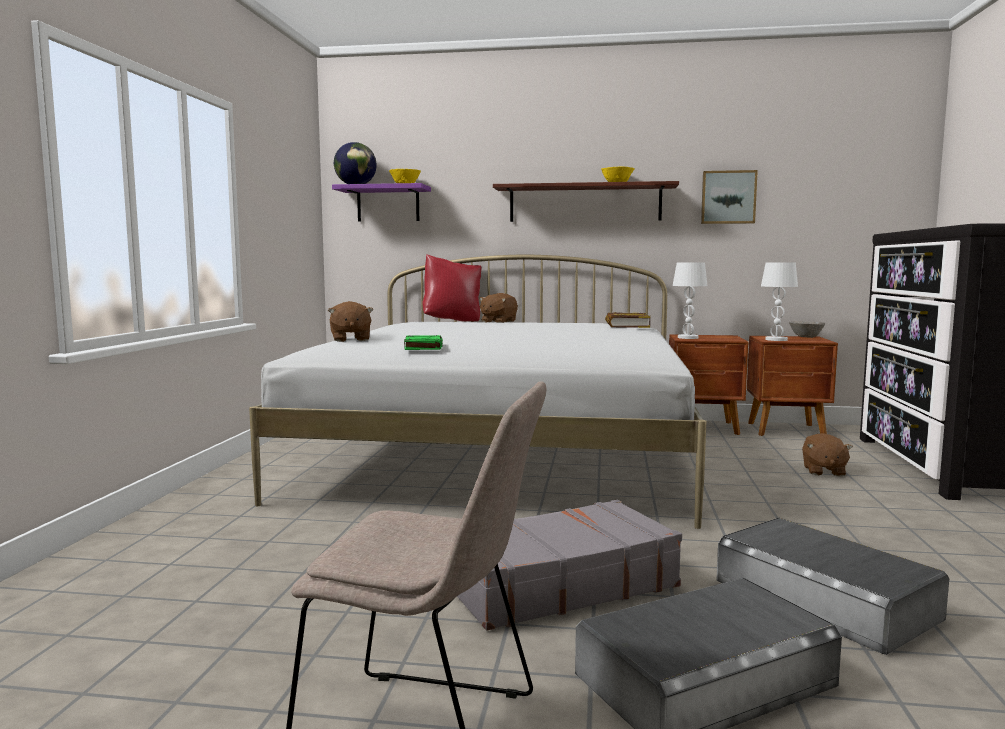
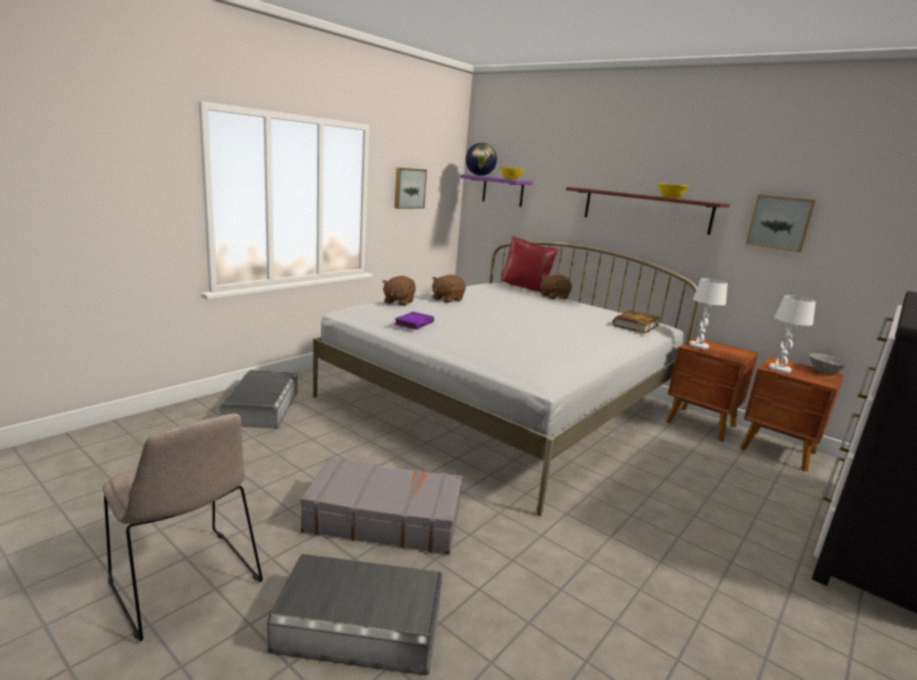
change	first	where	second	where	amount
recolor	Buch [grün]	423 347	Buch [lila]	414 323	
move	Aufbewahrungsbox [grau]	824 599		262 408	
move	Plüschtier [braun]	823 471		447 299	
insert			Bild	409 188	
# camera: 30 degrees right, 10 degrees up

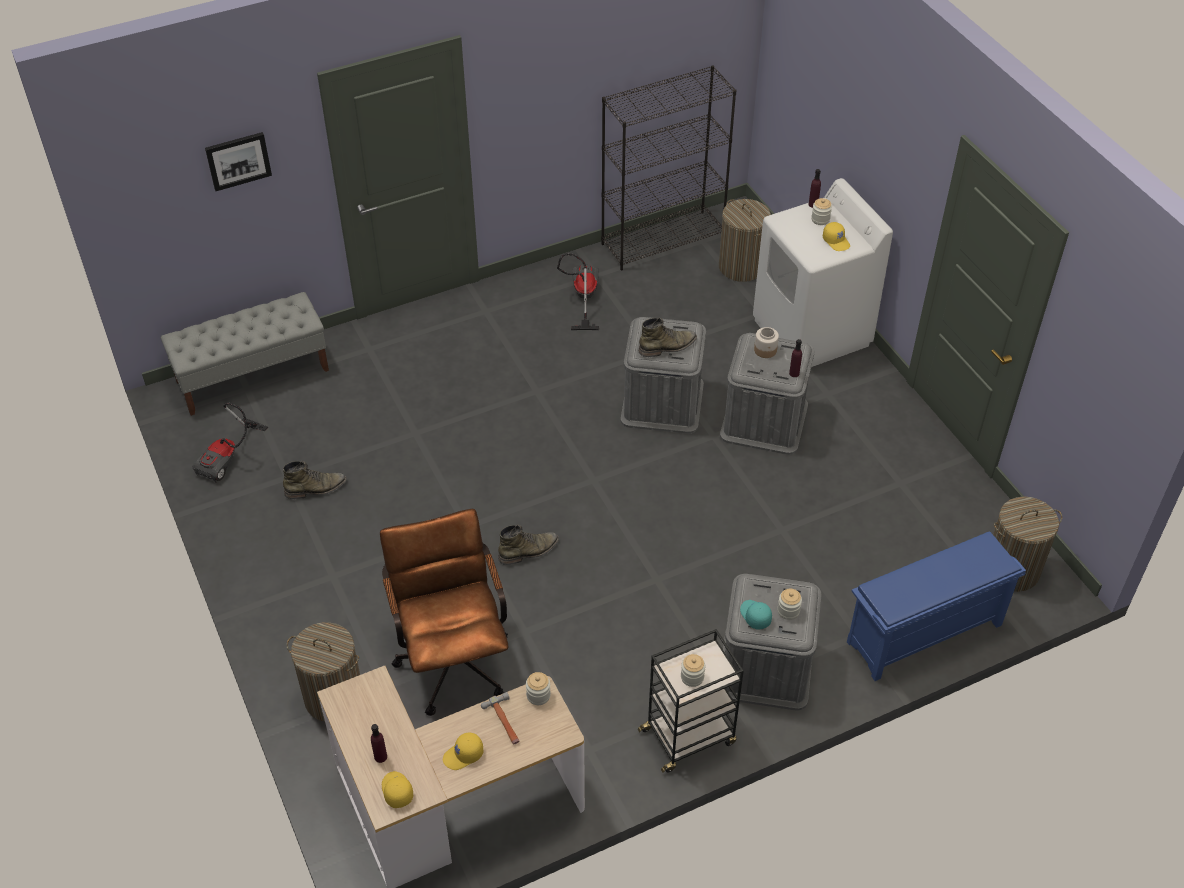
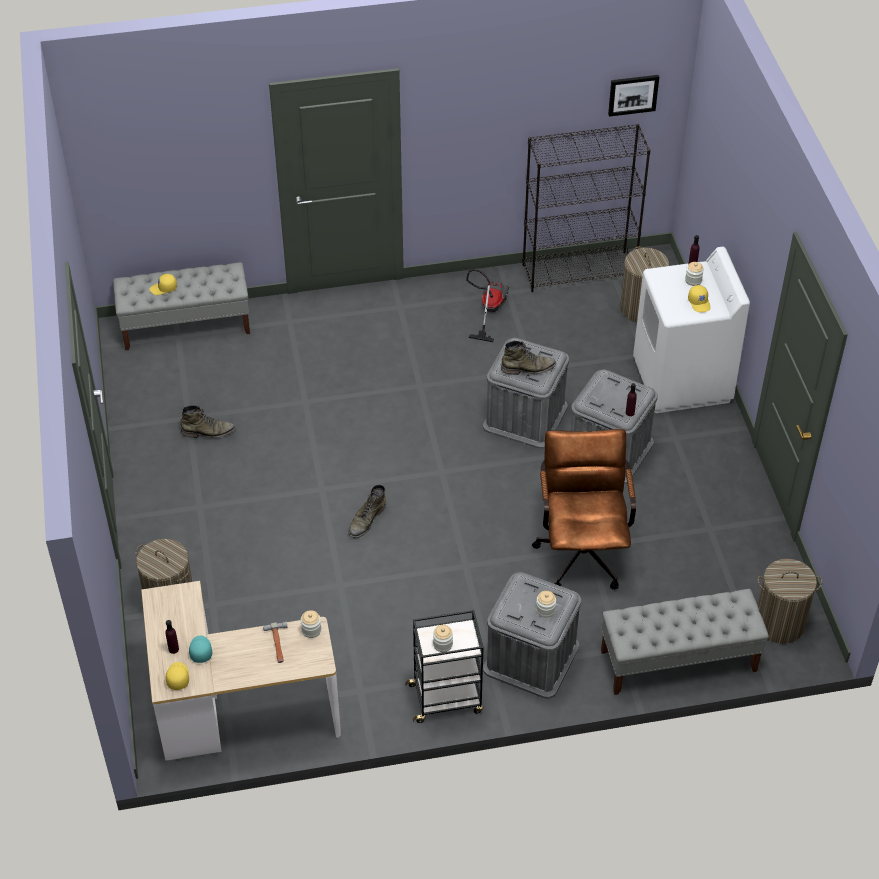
change	first	where	second	where	amount
delete	Staubsauger	229 458			
move	Bild	238 160		633 94	
move	Bürostuhl [braun]	452 656		582 549	
move	Kappe [gelb]	463 755		163 288	
rotate	Stiefel [grün]	529 551		366 520	135 degrees clockwise
move	Kappe [türkis]	754 616		200 650	
delete	Vorratsglas	765 350			
replace	Schuhregal [blau]	923 635	Bank [grau]	678 661	
# camera: 15 degrees right, 0 degrees up

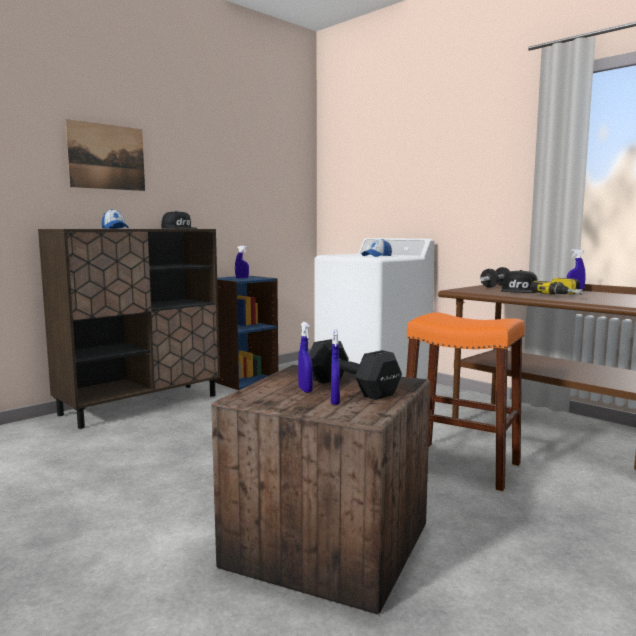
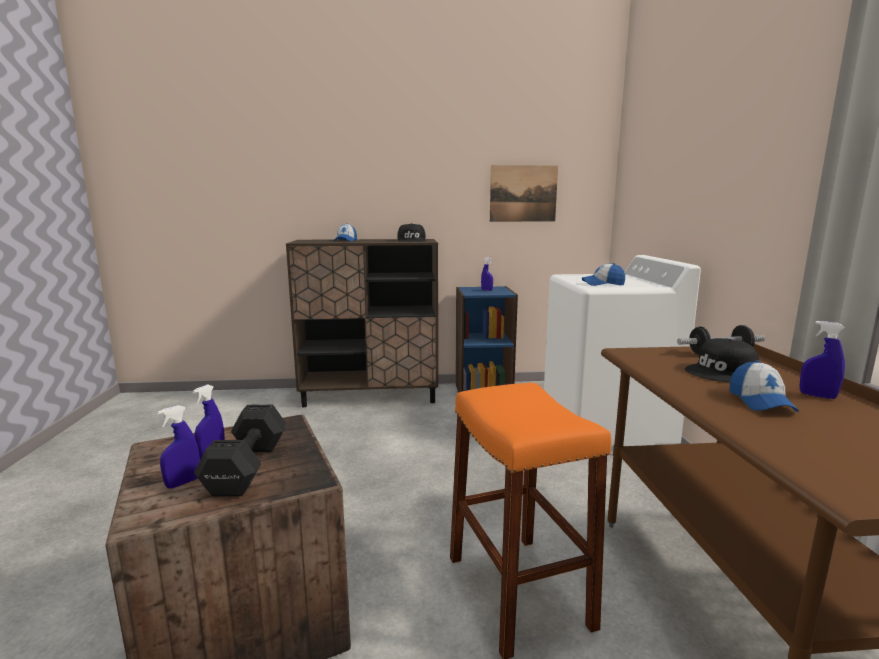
change	first	where	second	where	amount
move	Bild	107 157		523 193	
replace	Bohrmaschine	565 295	Kappe	760 401	
# camera: 40 degrees right, 5 degrees up

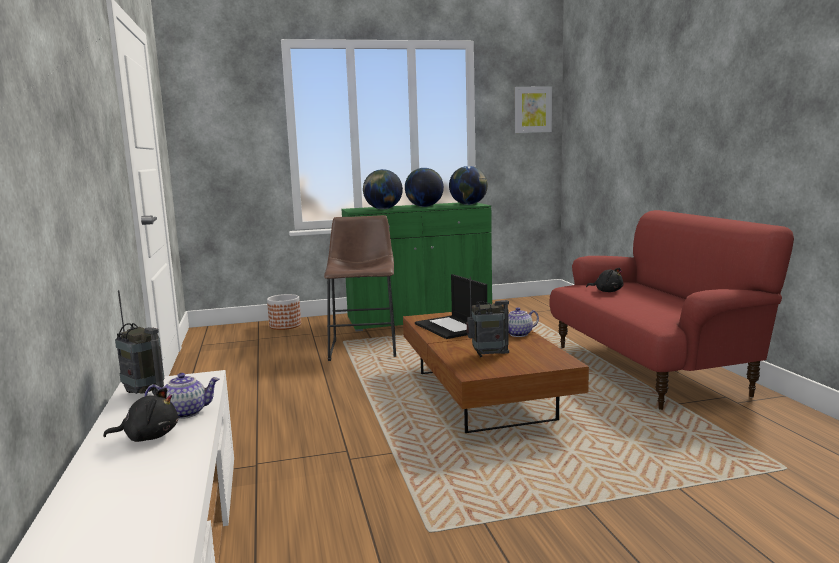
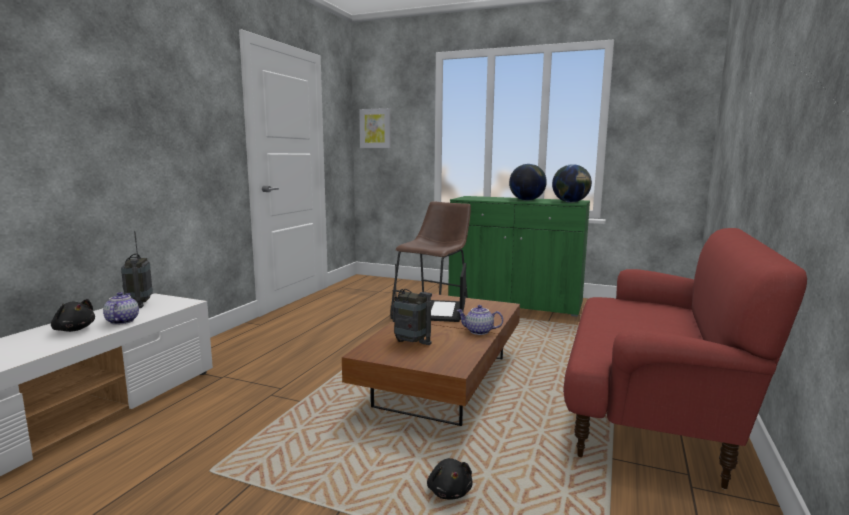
change	first	where	second	where	amount
rotate	Teekanne	185 413		121 321	120 degrees counterclockwise
delete	Pflanzkübel	285 325			
delete	Globus	383 209			
move	Bild	532 109		375 128	
move	Plüschtier [schwarz]	607 291		449 491	
# camera: 35 degrees right, 0 degrees up

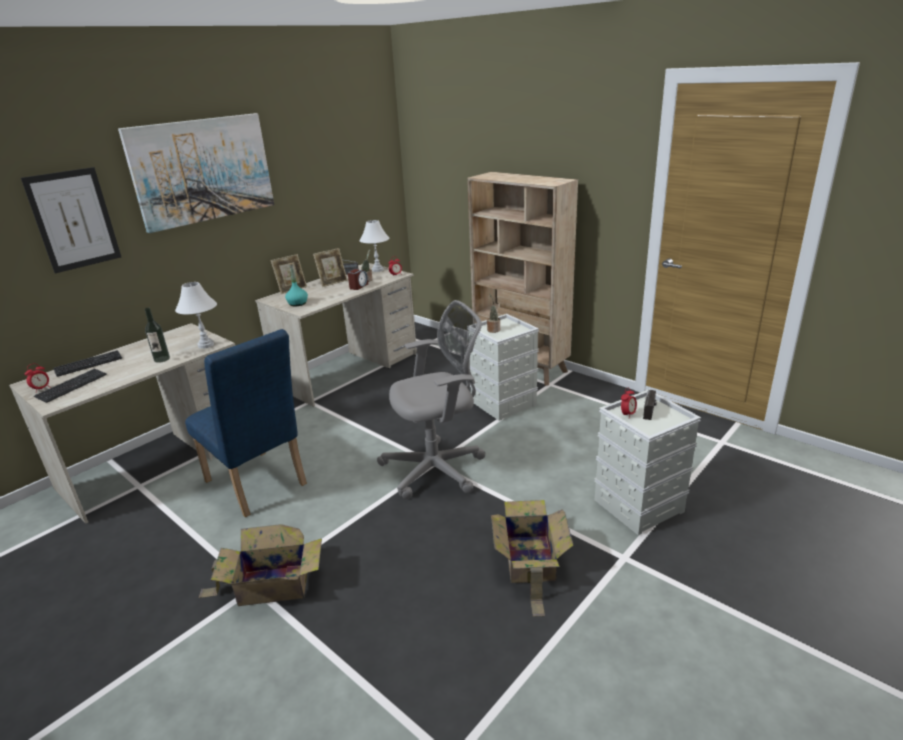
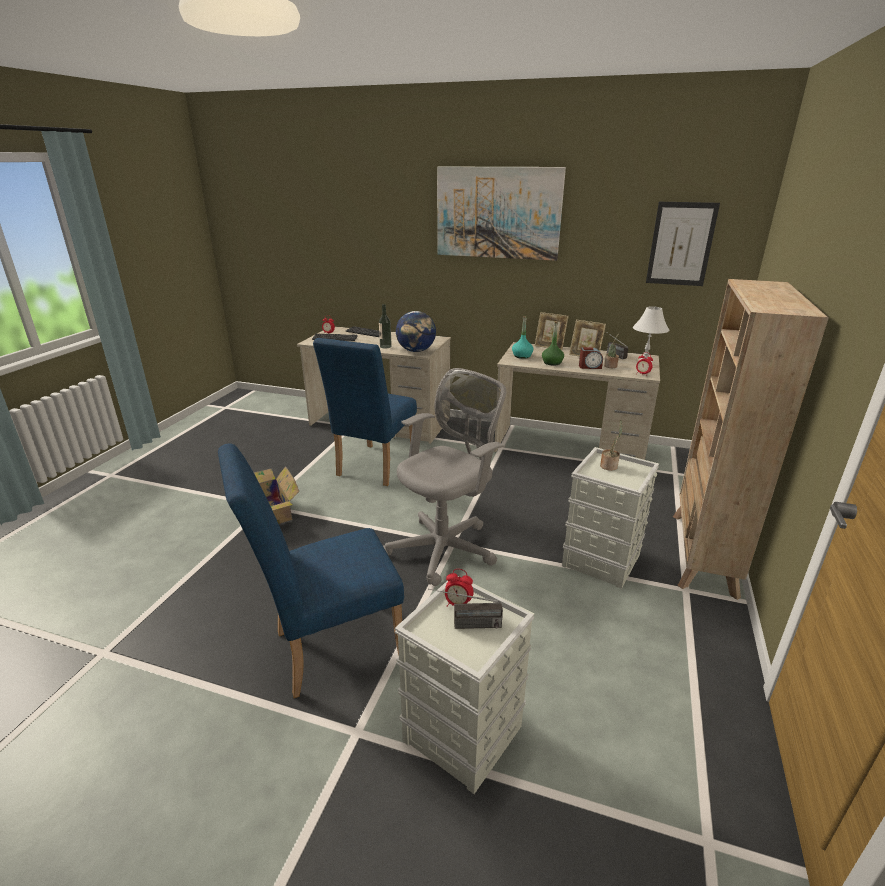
change	first	where	second	where	amount
move	Bild	74 220		681 244	
replace	Tischlampe [weiß]	205 345	Globus	416 351	
rotate	Bürostuhl [grau]	438 469		445 548	90 degrees counterclockwise
replace	Karton	529 561	Stuhl [blau]	328 647	
insert			Flasche [grün]	552 363	
# camera: 65 degrees right, 0 degrees up

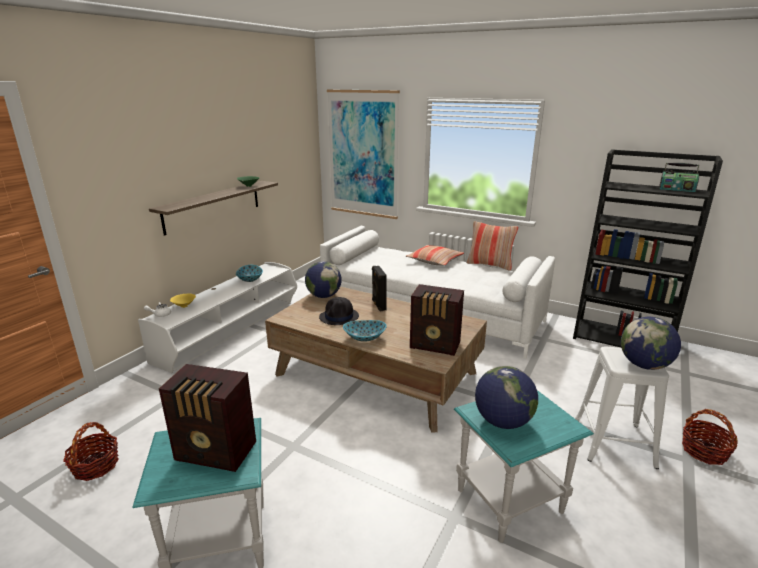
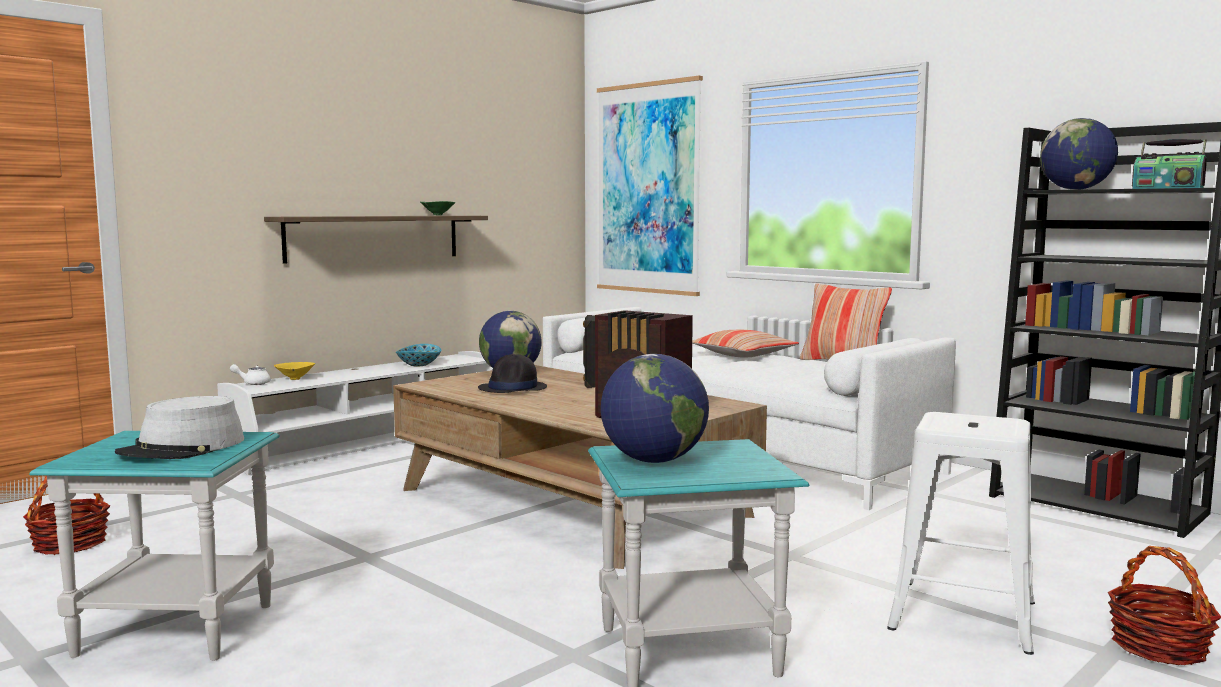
change	first	where	second	where	amount
replace	Radio	216 453	Hut [grau]	183 448	
delete	Schüssel	364 338			
move	Globus	644 365		1076 189	
# camera: 15 degrees right, 15 degrees down

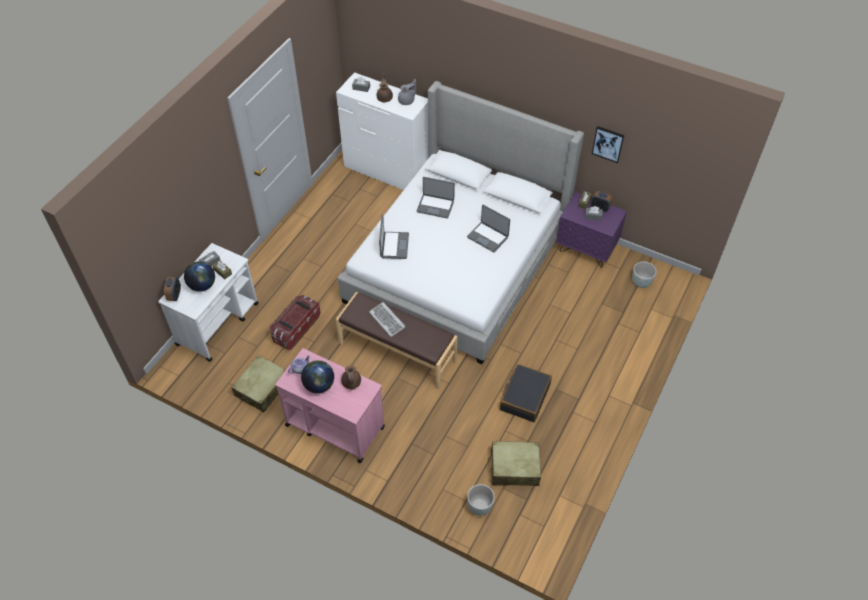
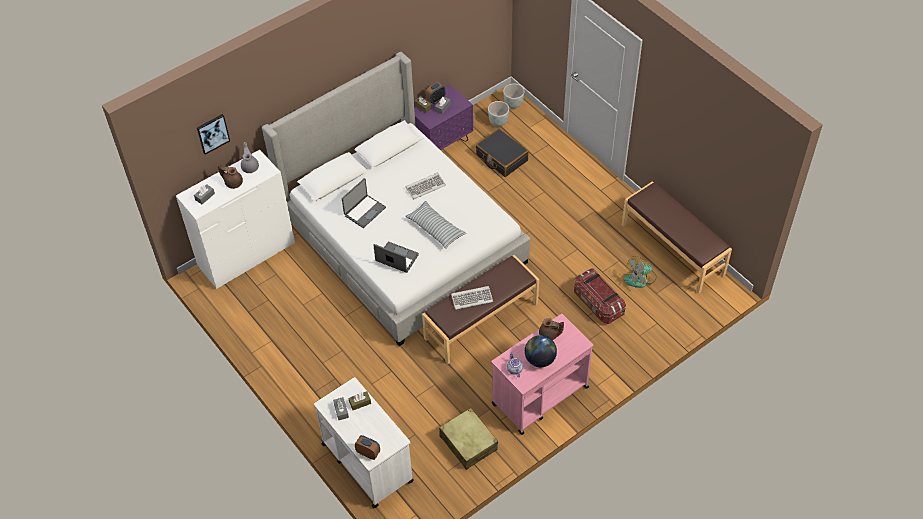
change	first	where	second	where	amount
delete	Globus	202 285			
move	Aufbewahrungsbox	296 329		597 304	
replace	Laptop	488 237	Tastatur	425 186	
move	Pflanzkübel [grau]	480 507		513 104	
replace	Koffer [beige]	514 468	Ventilator	640 279	
move	Koffer [schwarz]	524 397		501 158	
move	Bild	608 143		212 133	
insert			Kissen	435 229	
insert			Bank [braun]	673 249	
# camera: 65 degrees left, 0 degrees up

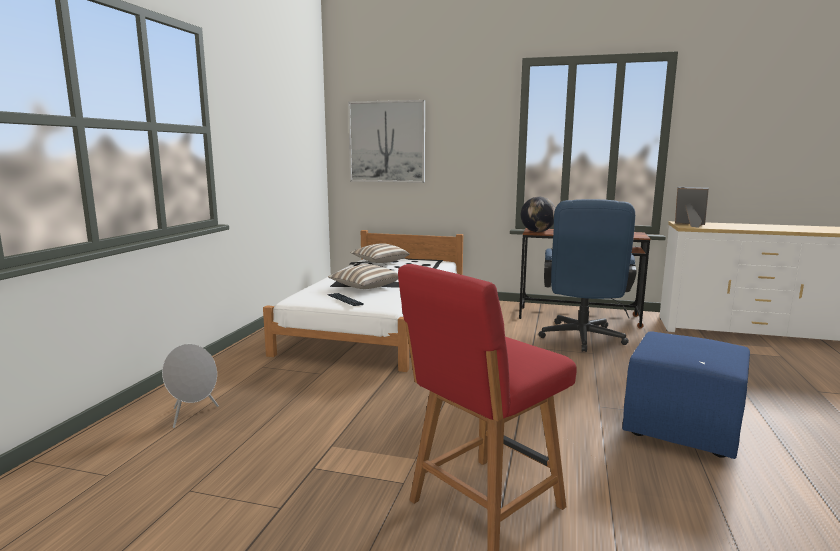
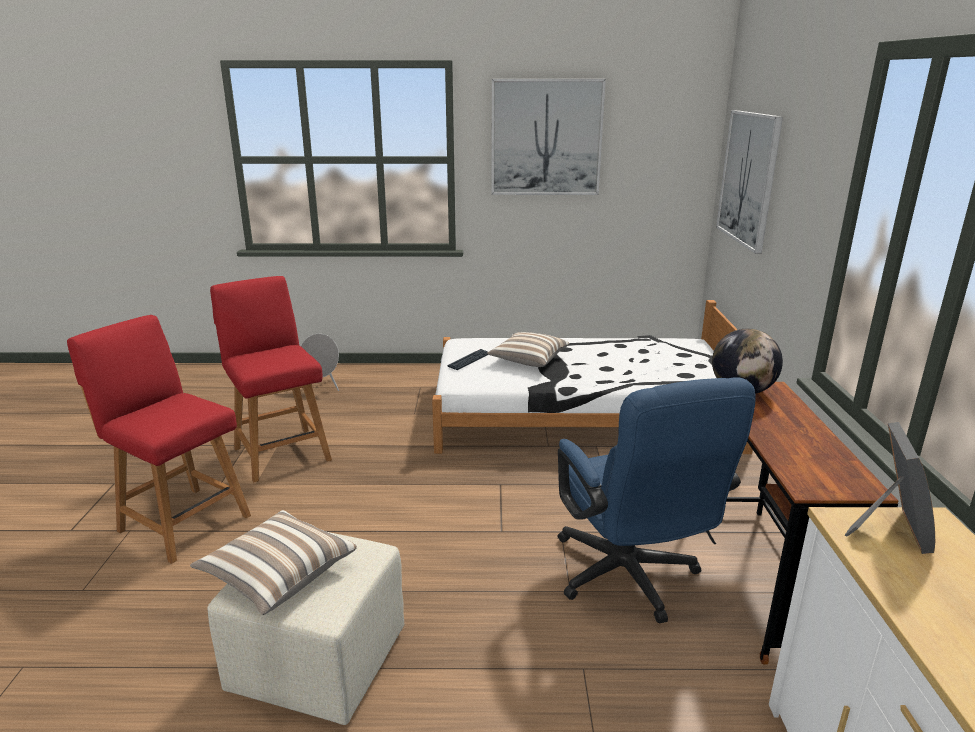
change	first	where	second	where	amount
move	Kissen	379 262		277 576	
rotate	Bürostuhl [blau]	582 339		630 580	105 degrees counterclockwise
recolor	Polsterhocker [blau]	682 429	Polsterhocker [beige]	316 662	
insert			Stuhl [rot]	281 452	
insert			Bild	546 138	
# camera: 75 degrees right, 10 degrees up

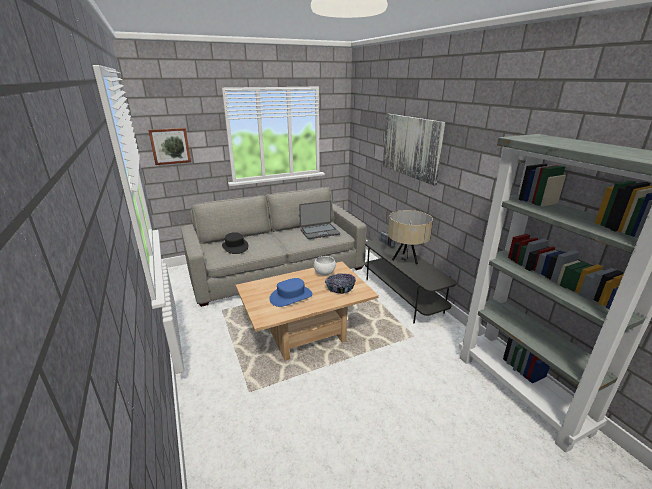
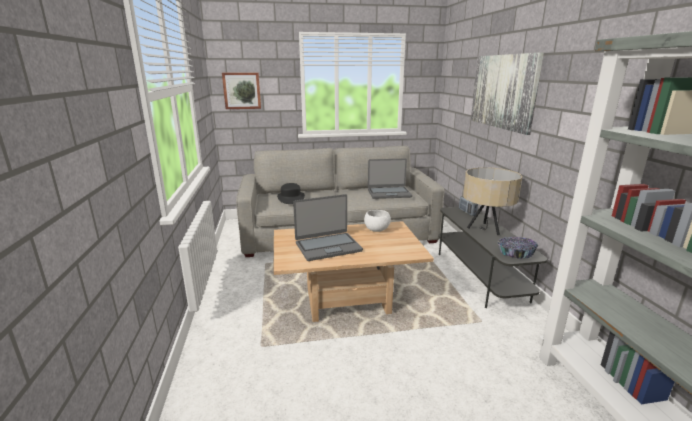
change	first	where	second	where	amount
replace	Hut [blau]	291 296	Laptop	328 247	
move	Schüssel	340 288		515 254	
# camera: 15 degrees right, 5 degrees down

